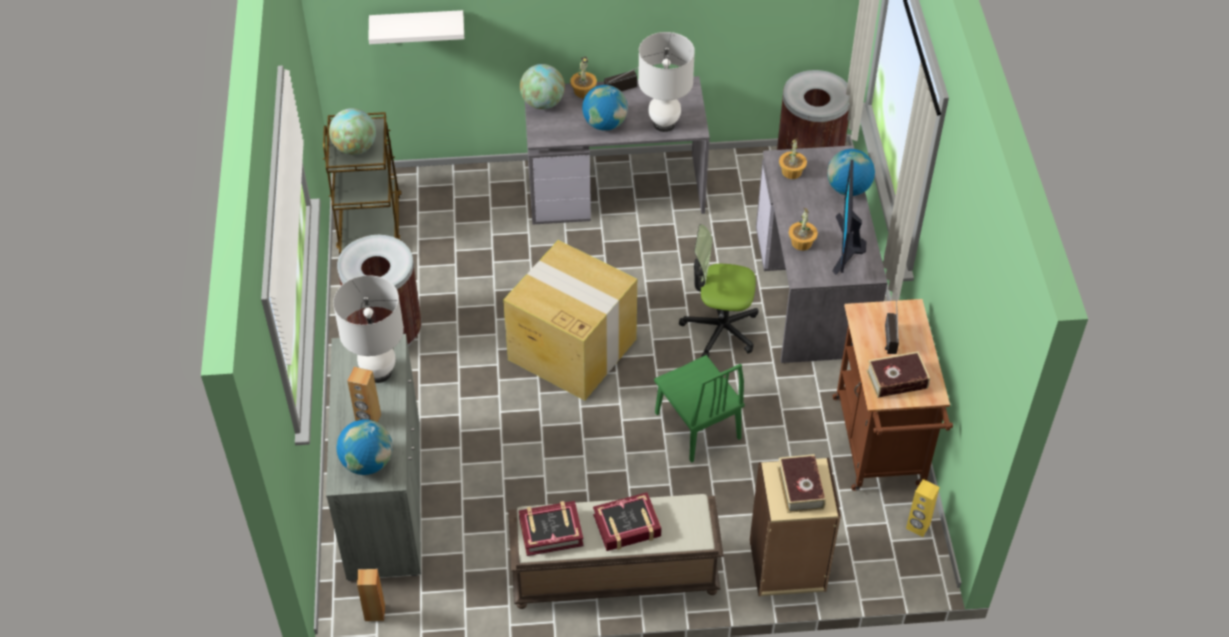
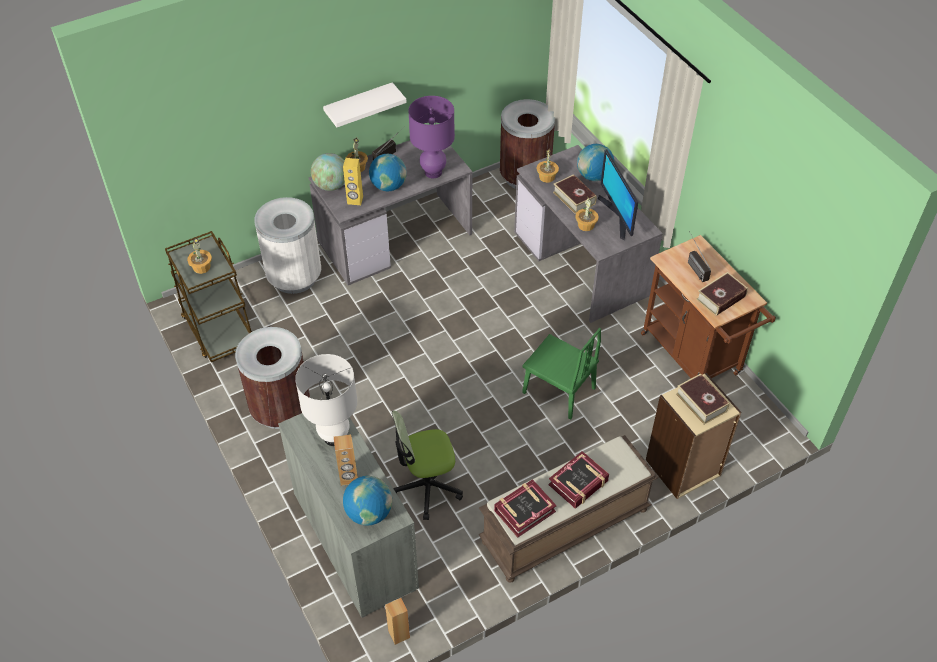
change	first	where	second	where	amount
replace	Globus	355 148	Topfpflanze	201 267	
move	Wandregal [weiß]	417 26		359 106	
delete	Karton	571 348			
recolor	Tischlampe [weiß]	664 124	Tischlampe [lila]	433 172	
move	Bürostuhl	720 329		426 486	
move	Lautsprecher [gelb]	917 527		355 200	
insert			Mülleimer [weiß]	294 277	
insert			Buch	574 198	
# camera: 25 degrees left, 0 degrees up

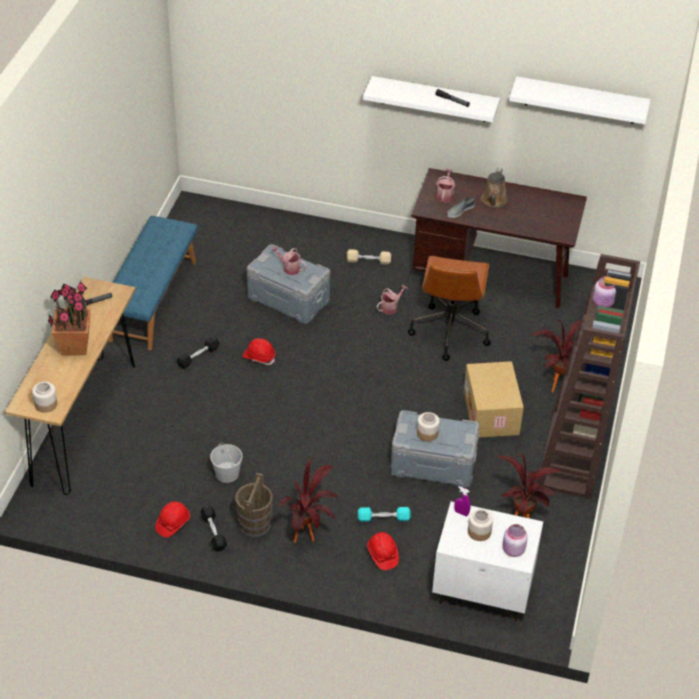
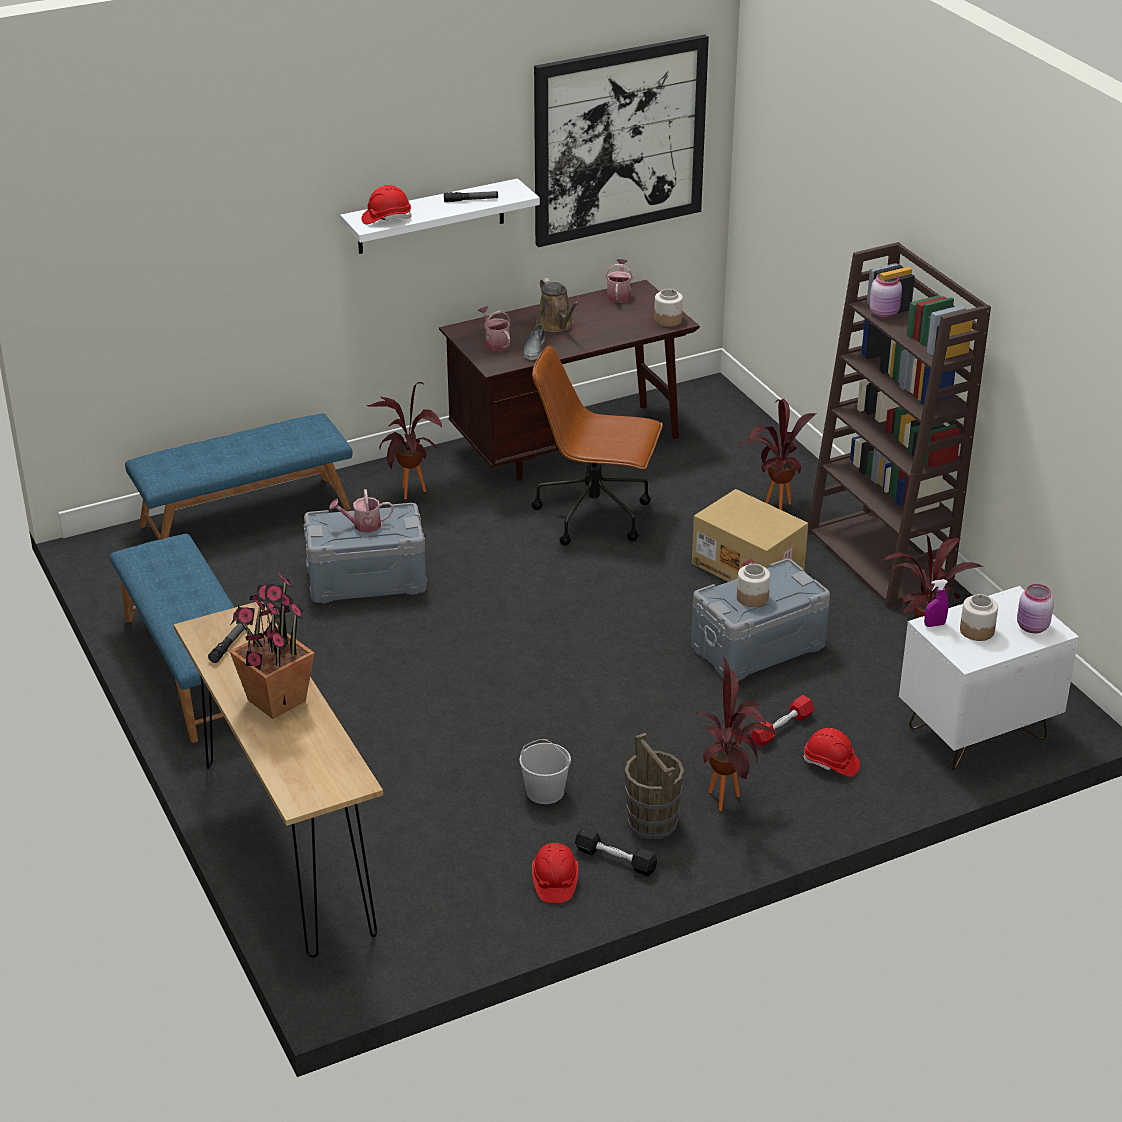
change	first	where	second	where	amount
move	Vorratsglas	46 404		668 320	
delete	Hantel [schwarz]	198 357			
move	Schutzhelm [rot]	259 357		386 218	
replace	Hantel [beige]	368 261	Topfpflanze	409 496	
recolor	Hantel [türkis]	383 518	Hantel [rot]	781 728	
move	Gießkanne	391 307		619 295	
rotate	Bürostuhl [braun]	449 331		595 516	135 degrees clockwise
replace	Wandregal [weiß]	580 100	Bild	619 140	
insert			Bank [blau]	245 516	
# camera: 40 degrees left, 10 degrees down

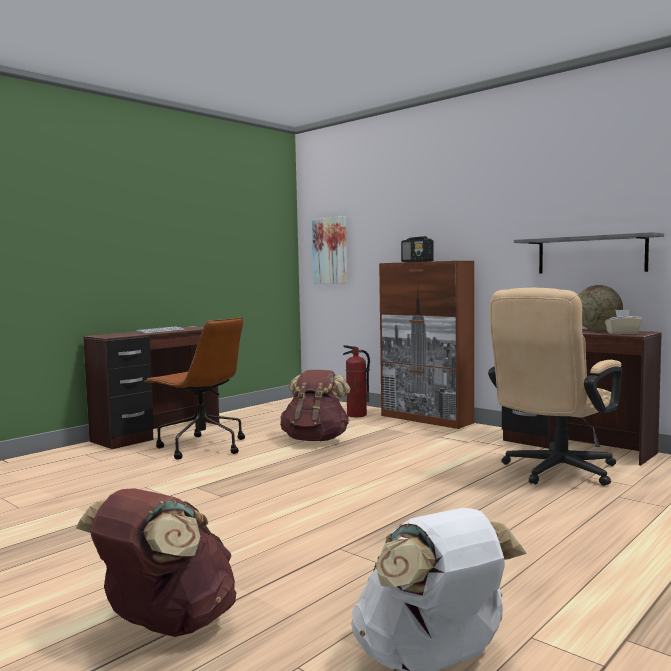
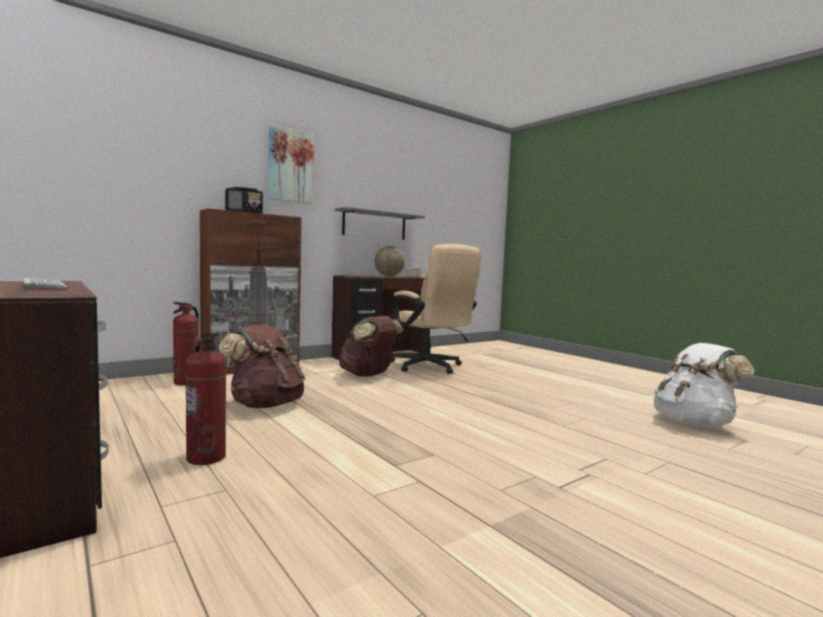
change	first	where	second	where	amount
move	Rucksack [braun]	166 625		368 375	
replace	Bürostuhl [braun]	201 447	Feuerlöscher	206 457	
move	Bild	330 250		290 166	
# camera: 80 degrees left, 0 degrees up

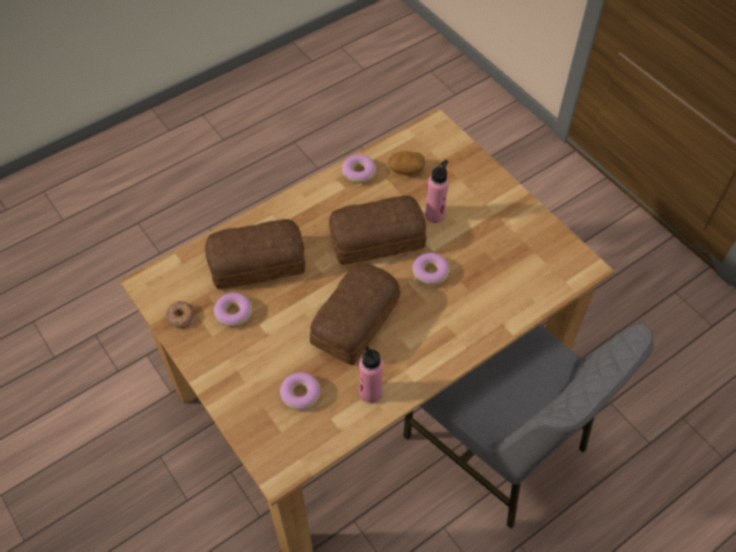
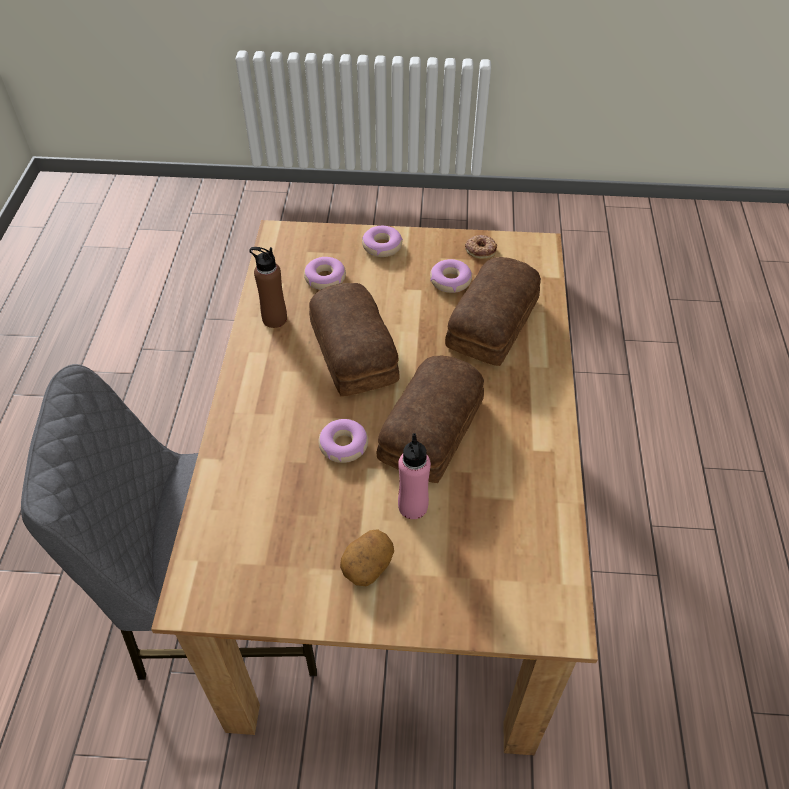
change	first	where	second	where	amount
move	Donut	359 172		382 246	
recolor	Flasche [rosa]	371 392	Flasche [braun]	274 319	
move	Kartoffel	406 169		367 564	
# camera: 130 degrees right, 5 degrees down

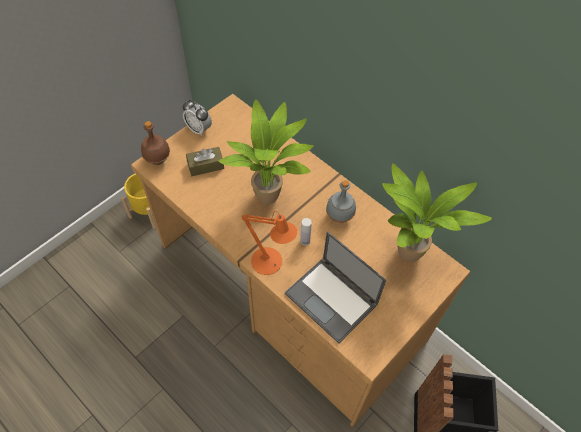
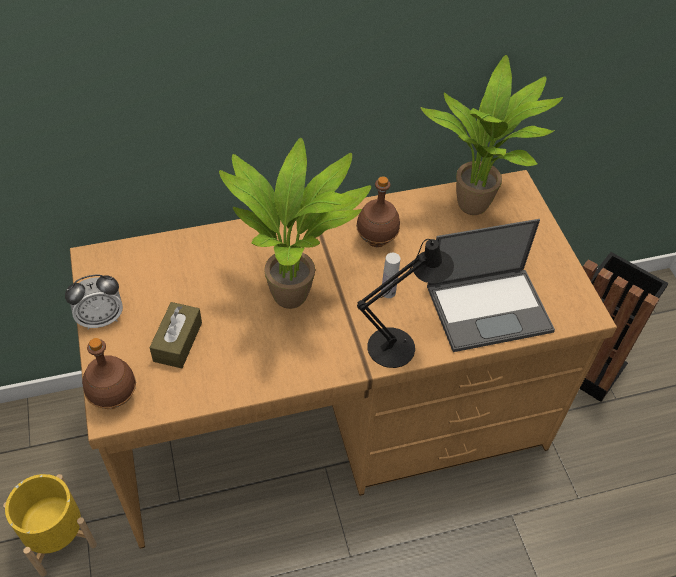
change	first	where	second	where	amount
recolor	Tischlampe [orange]	270 263	Tischlampe [schwarz]	398 345	
recolor	Flasche [grau]	339 216	Flasche [braun]	376 240	
# camera: 60 degrees left, 5 degrees down

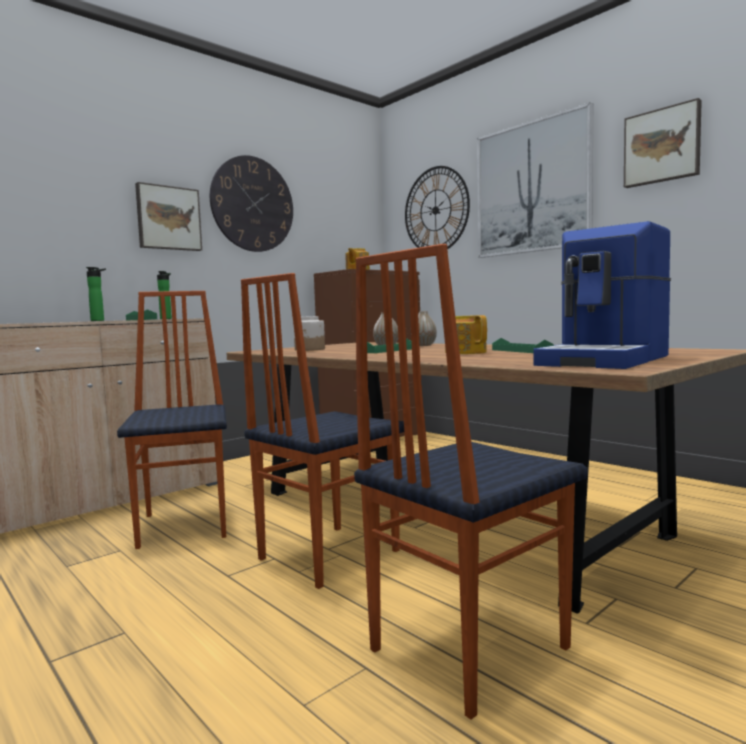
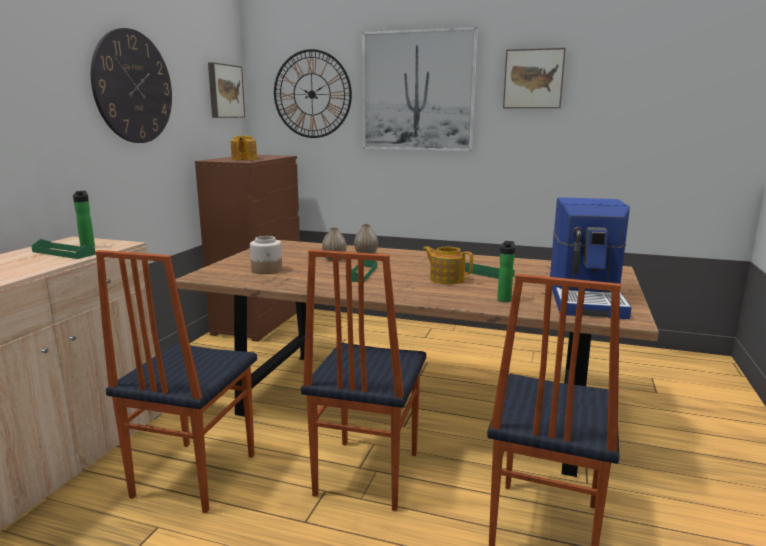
change	first	where	second	where	amount
move	Flasche	99 320		504 299	
rotate	Stuhl	186 525		192 475	120 degrees counterclockwise
move	Bild	168 218		224 91	
# camera: 30 degrees left, 10 degrees up

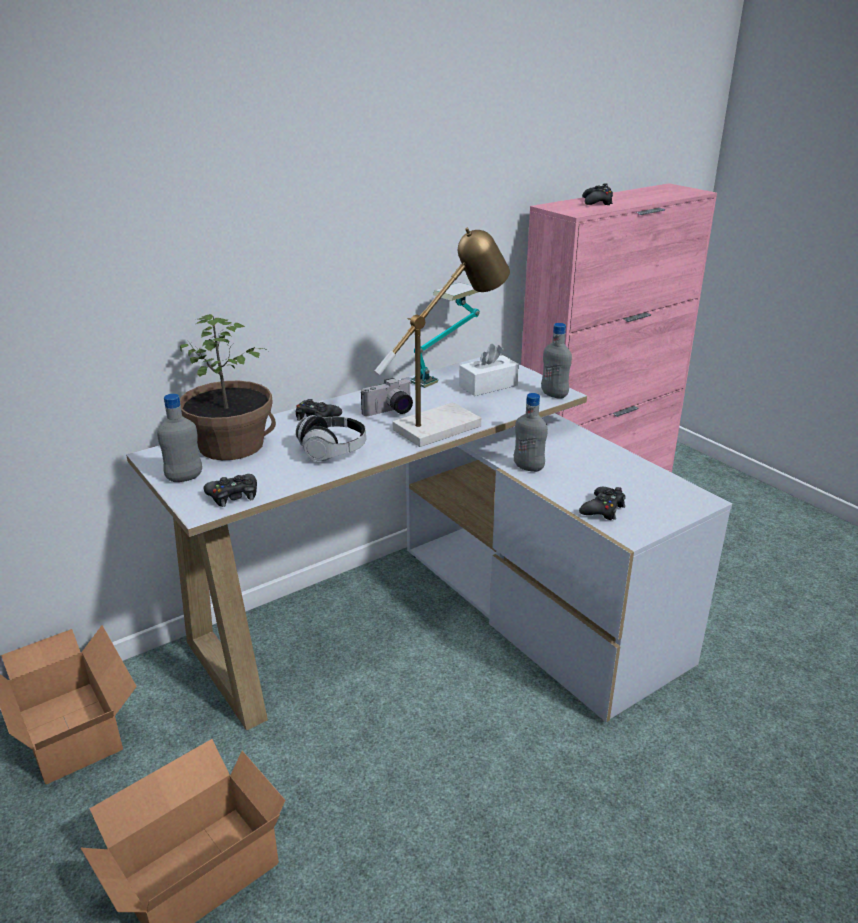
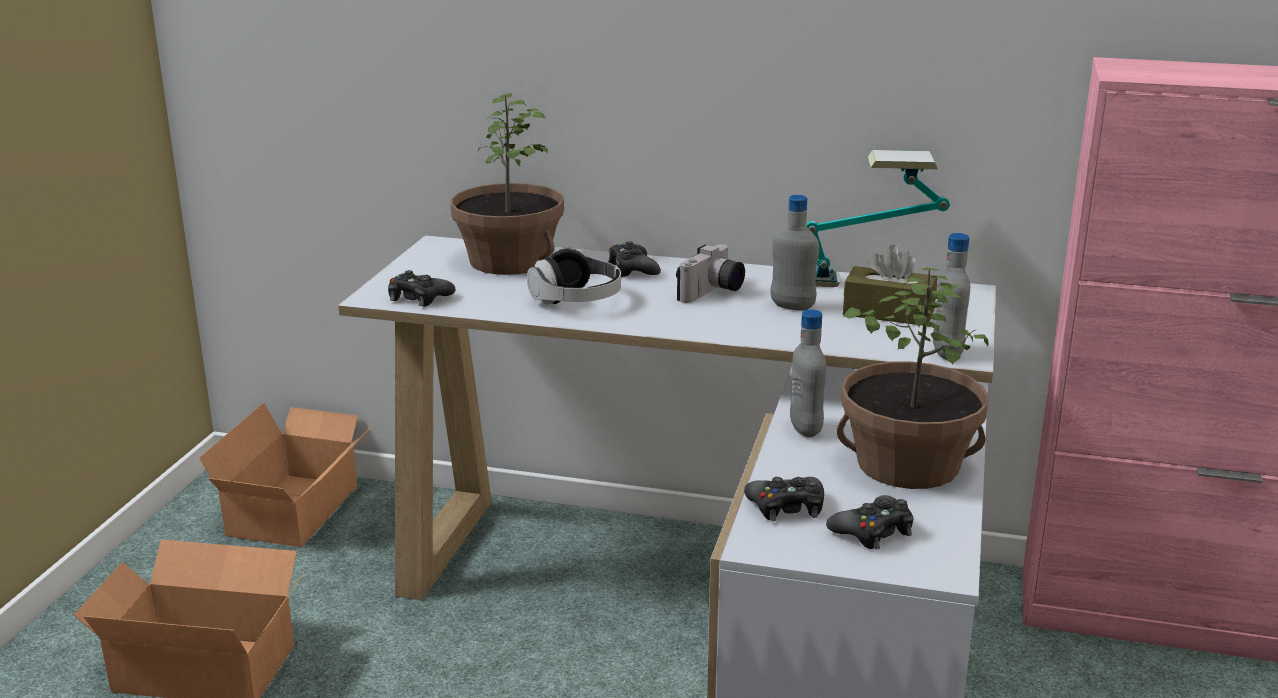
change	first	where	second	where	amount
move	Flasche [grau]	184 478		792 306	
rotate	Kamera	390 412		713 293	75 degrees counterclockwise
delete	Tischlampe	445 424			
recolor	Taschentuchbox [weiß]	488 386	Taschentuchbox [braun]	888 312	
move	Gamepad [schwarz]	597 202		873 531	
insert			Topfpflanze	908 463	
# camera: 50 degrees right, 5 degrees down

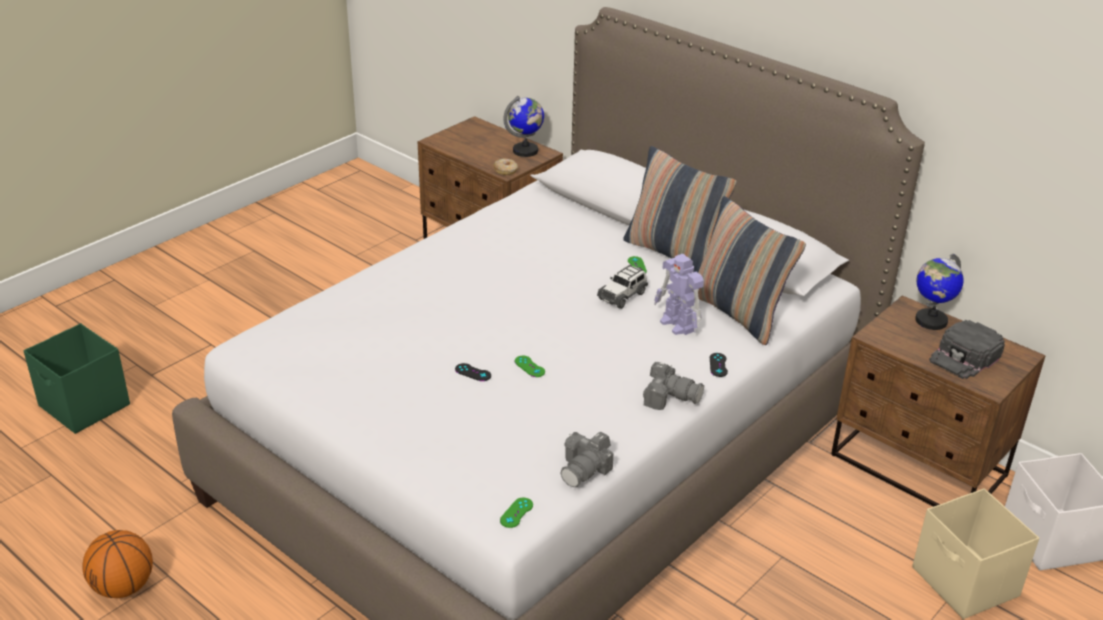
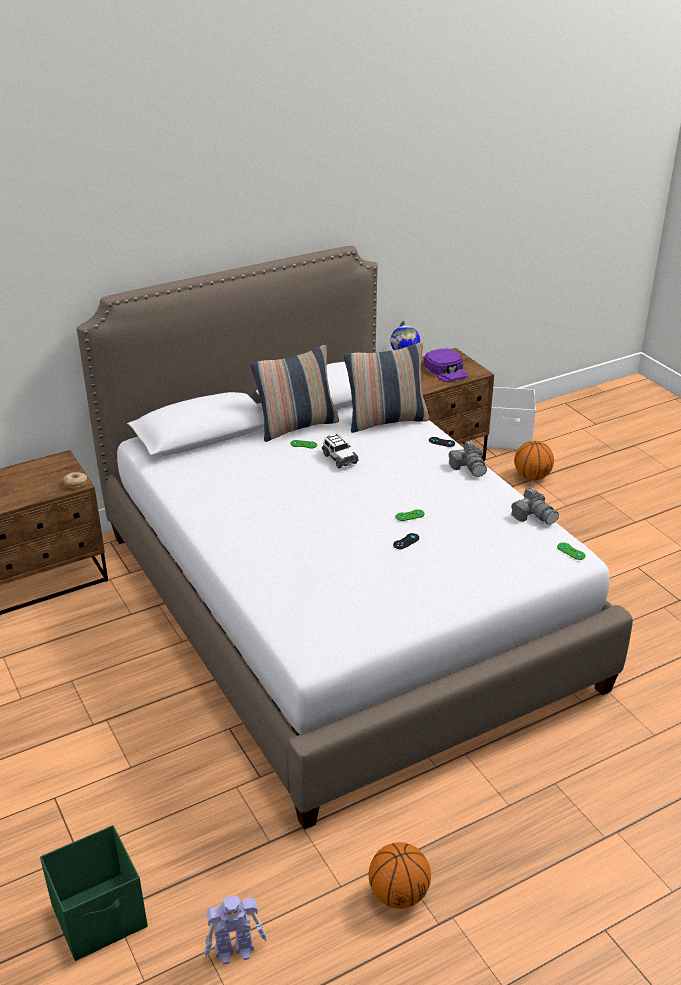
change	first	where	second	where	amount
delete	Globus	525 151			
rotate	Kamera	670 397		469 467	120 degrees clockwise
move	Spielzeugroboter	678 325		235 950	
replace	Aufbewahrungsbox [beige]	965 583	Basketball	532 477	
recolor	Kappe [schwarz]	965 356	Kappe [lila]	446 370	
# camera: 70 degrees left, 0 degrees up

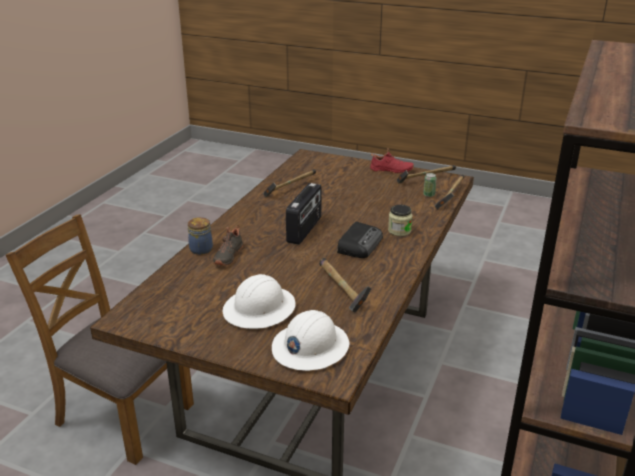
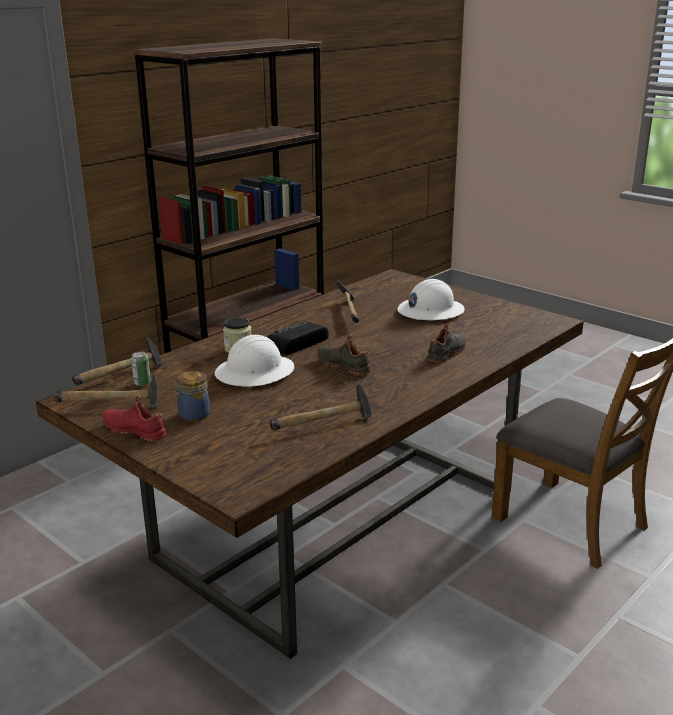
change	first	where	second	where	amount
move	Vorratsglas	202 249		193 415	
move	Schutzhelm [weiß]	310 347		255 373	
replace	Radio	305 230	Schuh [schwarz]	344 365	
# camera: 160 degrees left, 5 degrees down

